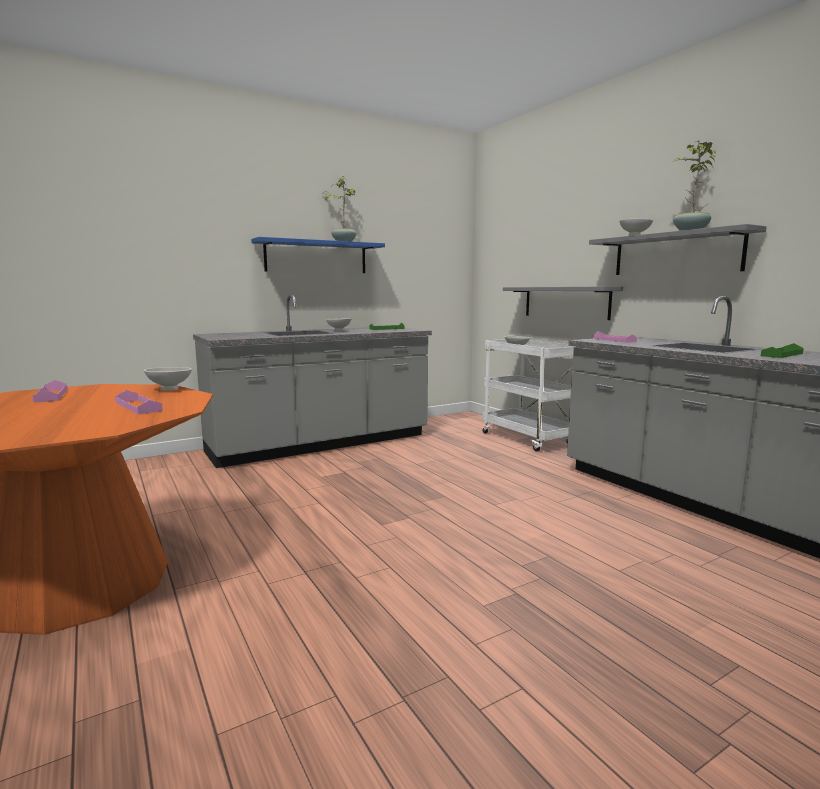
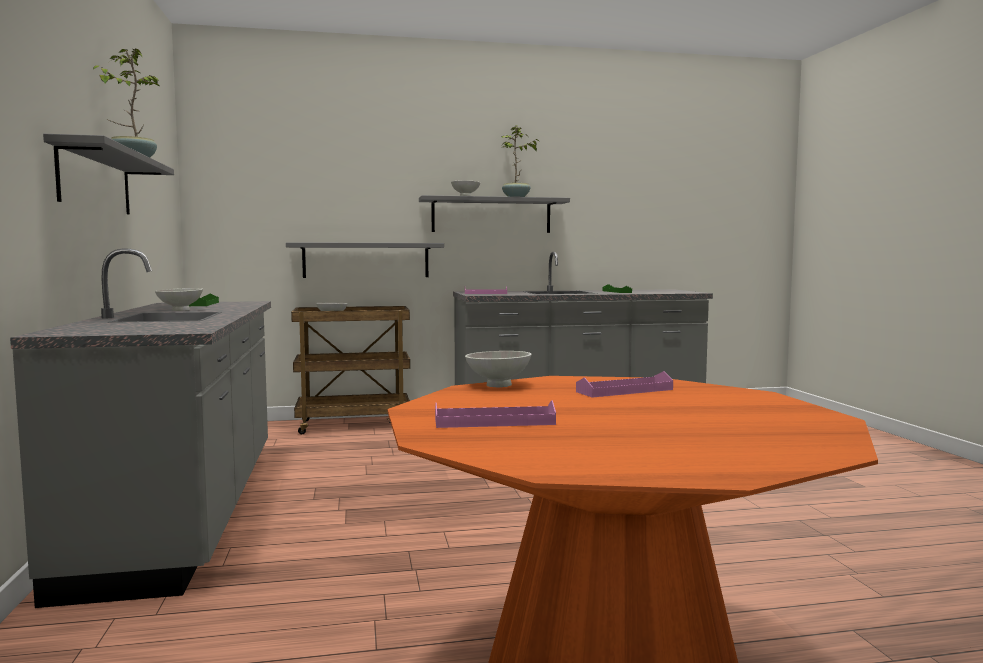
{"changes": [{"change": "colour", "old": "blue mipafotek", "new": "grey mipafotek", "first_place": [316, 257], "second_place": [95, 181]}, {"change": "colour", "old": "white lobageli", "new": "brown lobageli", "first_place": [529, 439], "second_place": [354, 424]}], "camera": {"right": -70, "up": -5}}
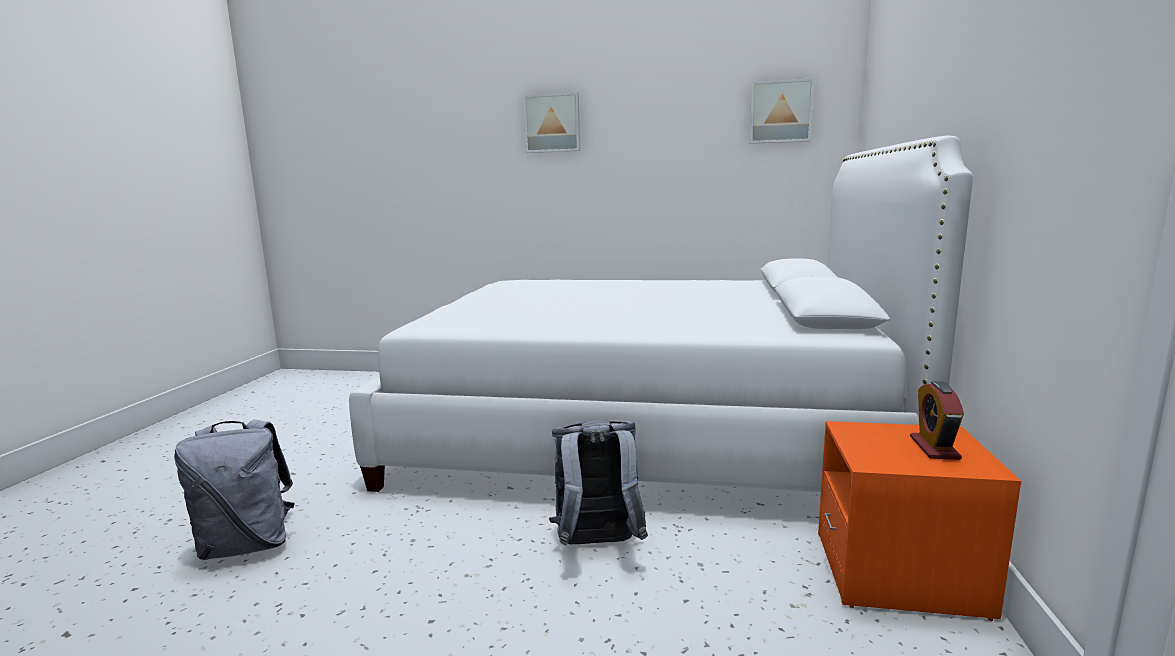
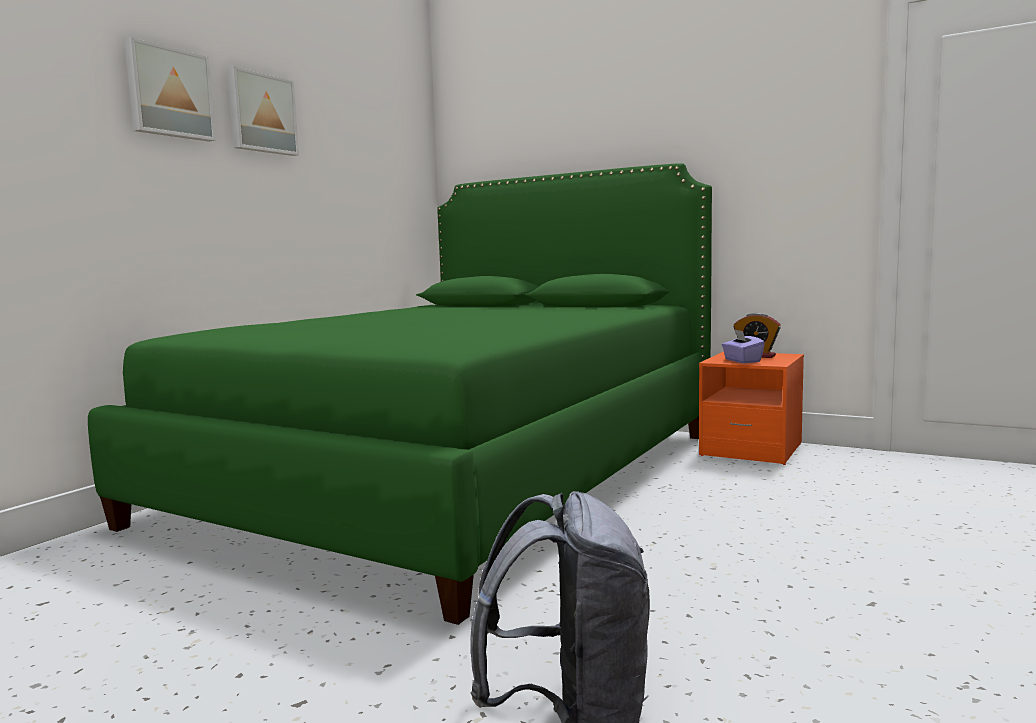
{"changes": [{"change": "colour", "old": "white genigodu", "new": "green genigodu", "first_place": [643, 432], "second_place": [458, 474]}, {"change": "missing", "old": "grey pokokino", "first_place": [597, 546]}, {"change": "relocated", "old": "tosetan", "first_place": [780, 112], "second_place": [261, 114]}, {"change": "appeared", "new": "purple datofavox", "second_place": [742, 361]}], "camera": {"right": -70, "up": -5}}
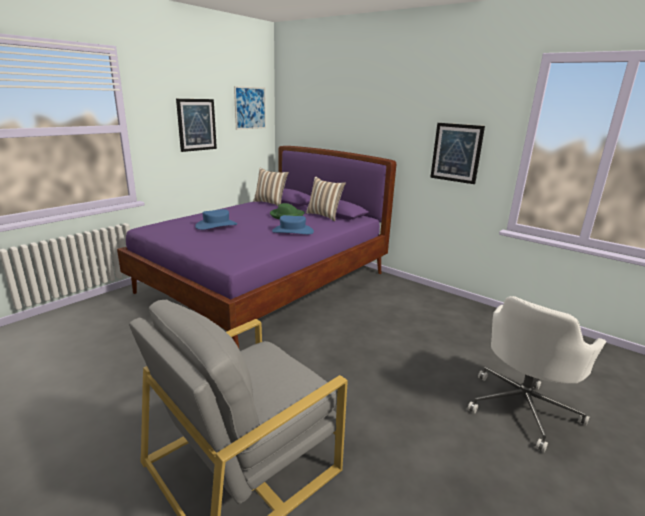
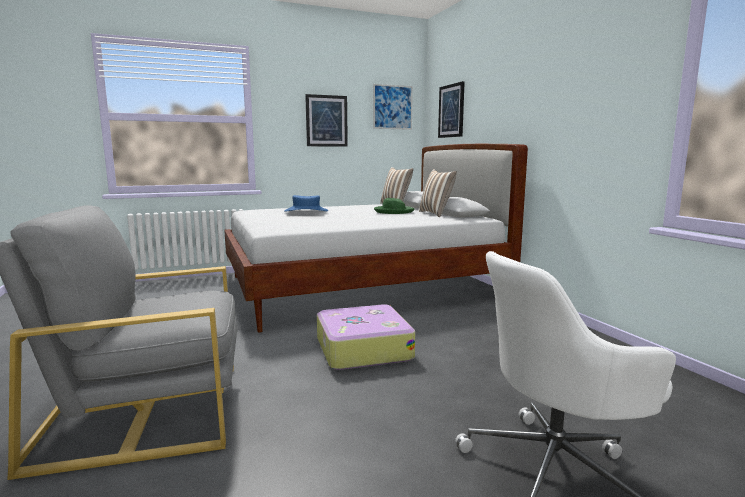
{"changes": [{"change": "colour", "old": "purple genigodu", "new": "white genigodu", "first_place": [266, 283], "second_place": [362, 287]}, {"change": "missing", "old": "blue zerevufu", "first_place": [292, 231]}, {"change": "relocated", "old": "tosetan", "first_place": [456, 153], "second_place": [451, 111]}, {"change": "appeared", "new": "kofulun", "second_place": [362, 349]}], "camera": {"right": 30, "up": -10}}
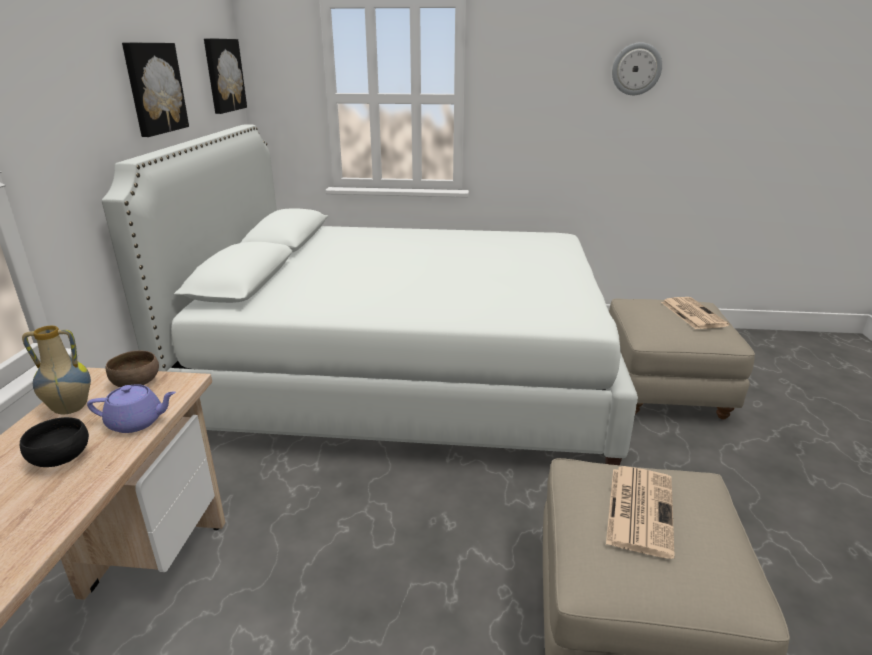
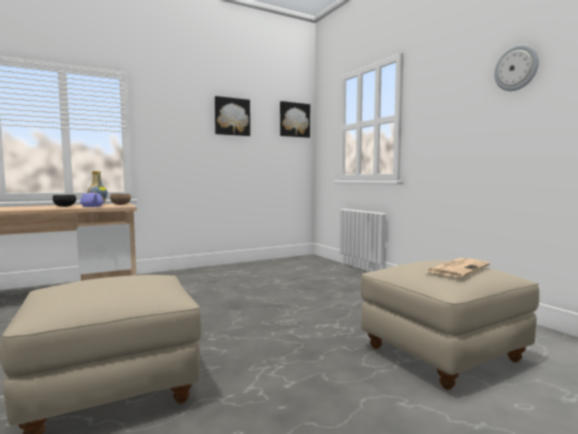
{"changes": [{"change": "missing", "old": "white genigodu", "first_place": [408, 377]}, {"change": "missing", "old": "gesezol", "first_place": [639, 509]}], "camera": {"right": 55, "up": -20}}
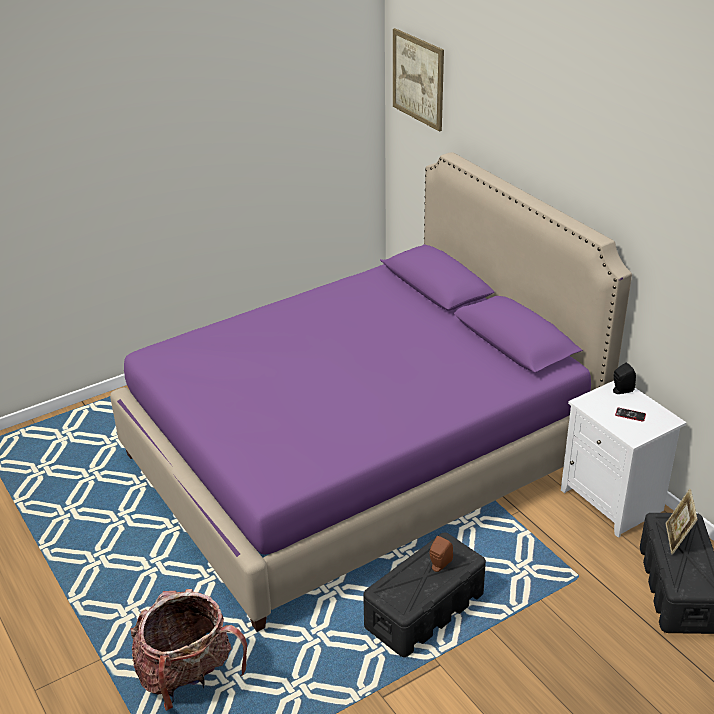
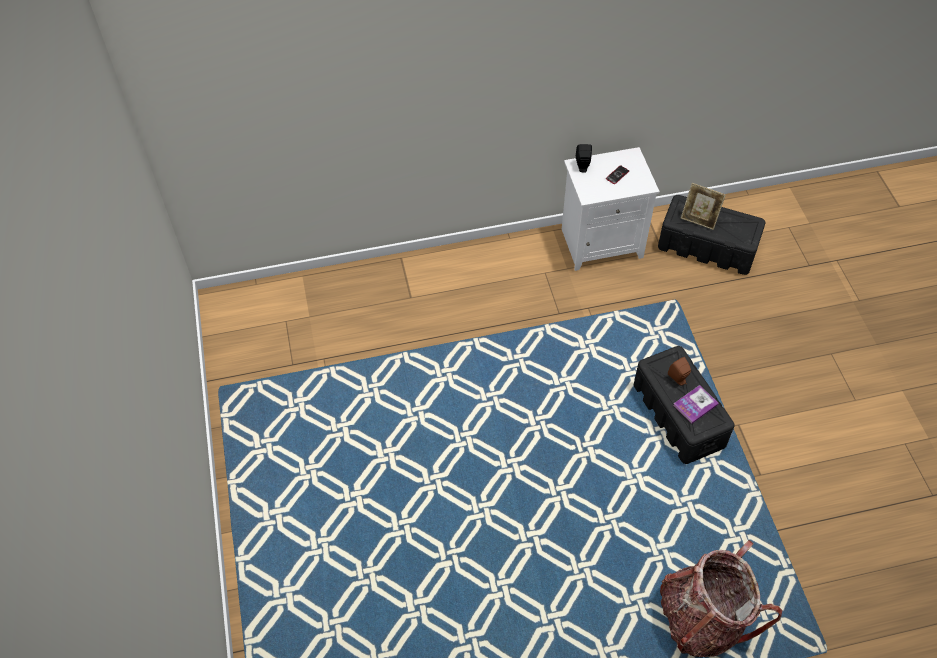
{"changes": [{"change": "missing", "old": "purple genigodu", "first_place": [360, 458]}, {"change": "missing", "old": "tosetan", "first_place": [418, 79]}, {"change": "appeared", "new": "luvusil", "second_place": [695, 405]}], "camera": {"right": -70, "up": 20}}
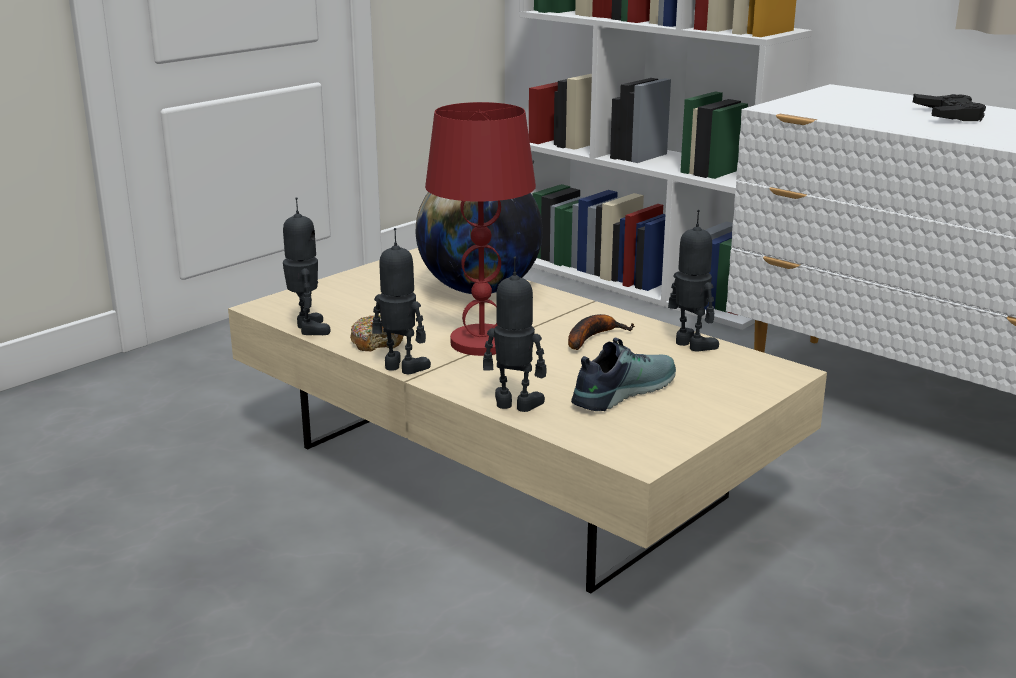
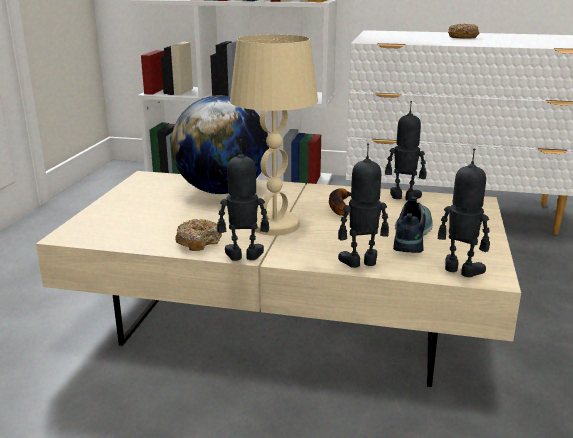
{"changes": [{"change": "relocated", "old": "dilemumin", "first_place": [307, 329], "second_place": [460, 271]}, {"change": "colour", "old": "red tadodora", "new": "beige tadodora", "first_place": [481, 343], "second_place": [274, 225]}, {"change": "exchanged", "old": "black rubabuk", "new": "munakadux", "first_place": [948, 115], "second_place": [463, 37]}], "camera": {"right": -30, "up": 0}}
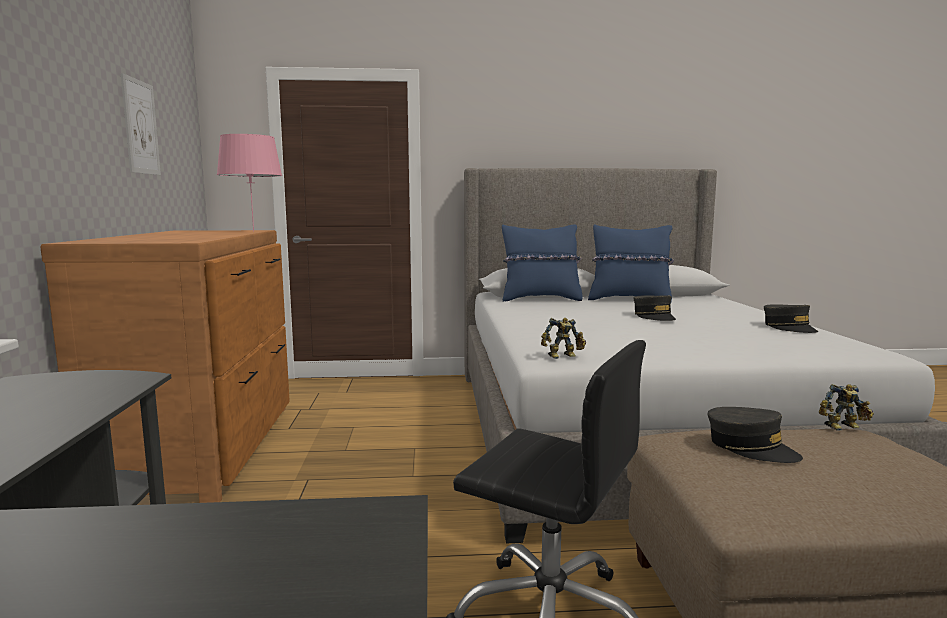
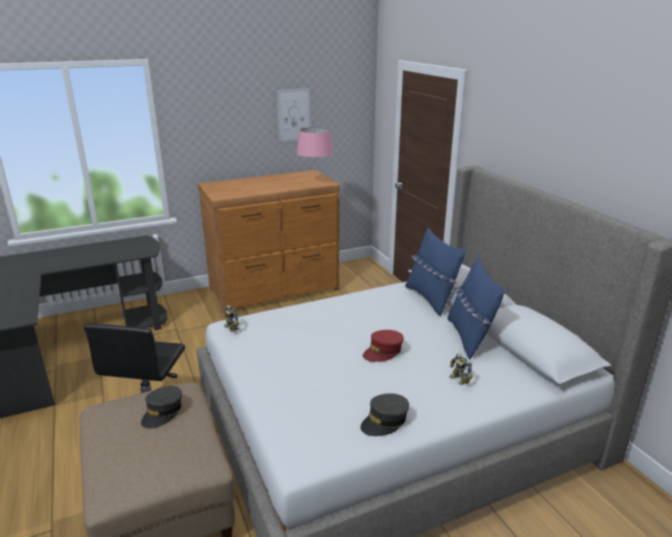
{"changes": [{"change": "colour", "old": "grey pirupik", "new": "red pirupik", "first_place": [654, 316], "second_place": [383, 352]}, {"change": "relocated", "old": "dilemumin", "first_place": [844, 427], "second_place": [458, 380]}], "camera": {"right": 70, "up": 15}}
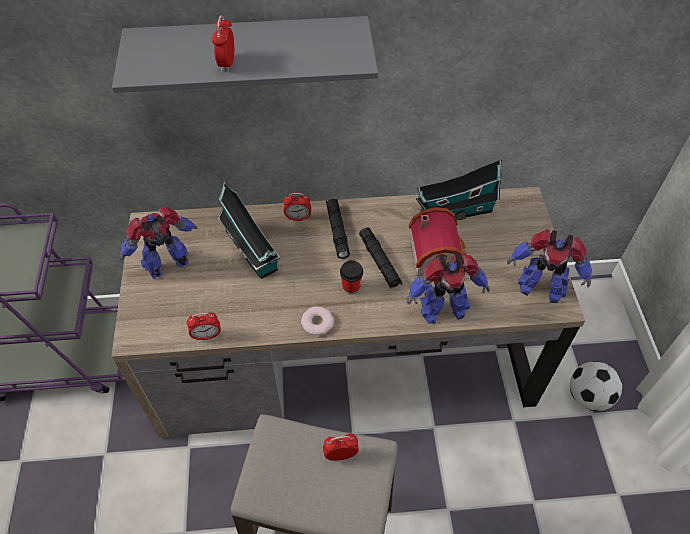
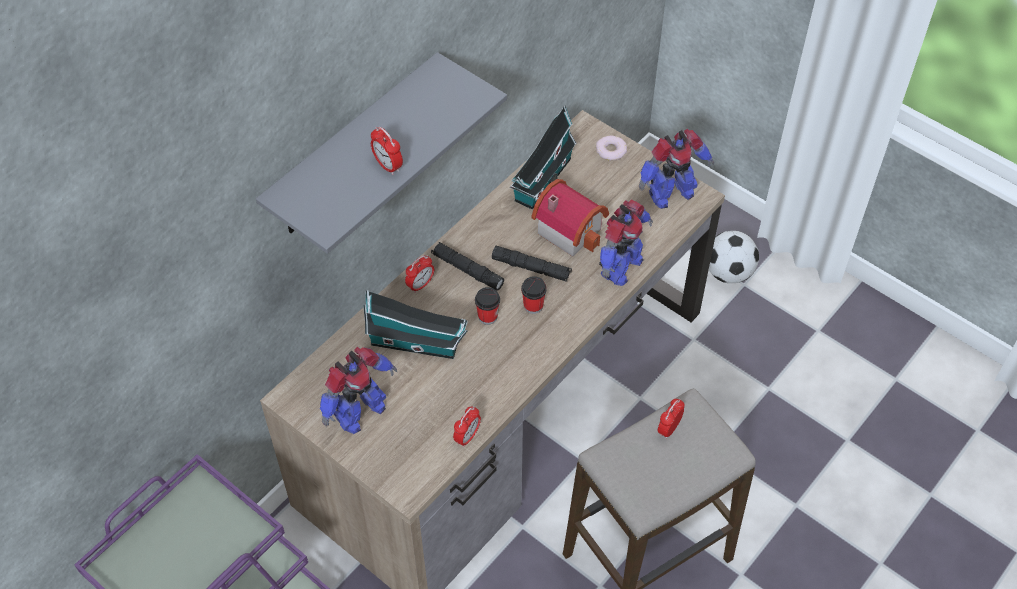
{"changes": [{"change": "spun", "old": "dilemumin", "first_place": [168, 265], "second_place": [359, 412], "degrees": -150}, {"change": "relocated", "old": "munakadux", "first_place": [317, 322], "second_place": [611, 150]}, {"change": "appeared", "new": "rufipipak", "second_place": [487, 316]}], "camera": {"right": -45, "up": 0}}
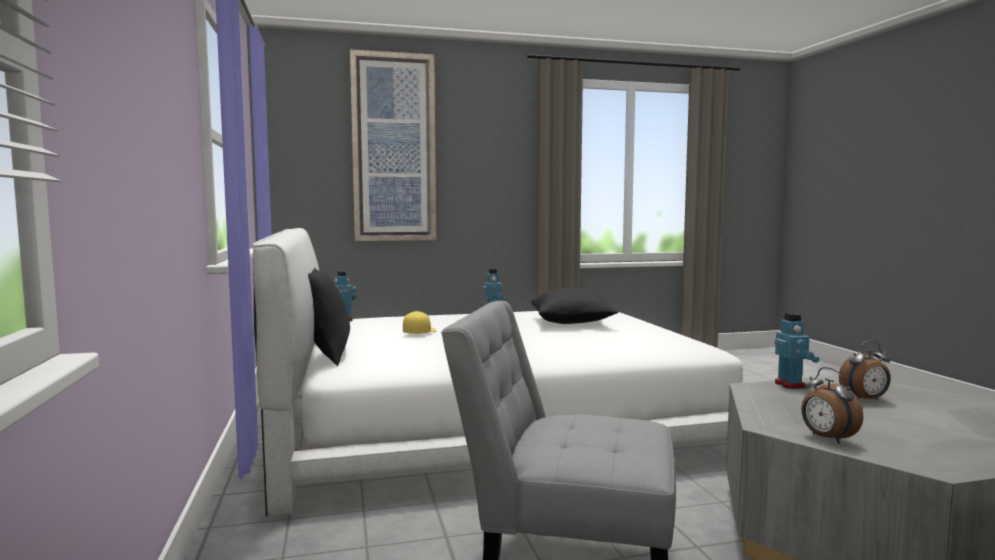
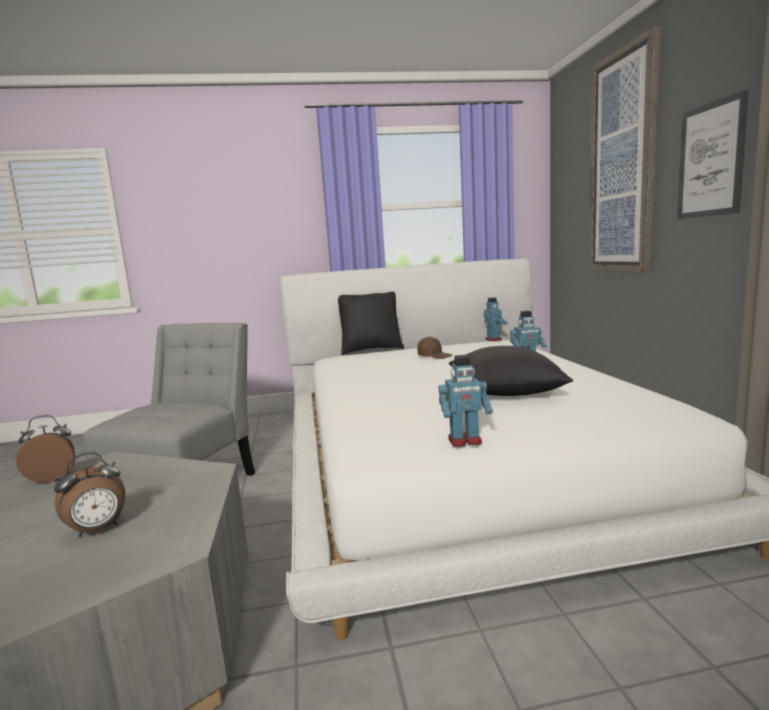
{"changes": [{"change": "colour", "old": "yellow pirupik", "new": "brown pirupik", "first_place": [419, 333], "second_place": [434, 356]}, {"change": "relocated", "old": "dilemumin", "first_place": [790, 385], "second_place": [465, 441]}, {"change": "spun", "old": "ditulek", "first_place": [865, 399], "second_place": [98, 530], "degrees": -120}, {"change": "appeared", "new": "tosetan", "second_place": [710, 160]}], "camera": {"right": 95, "up": 5}}
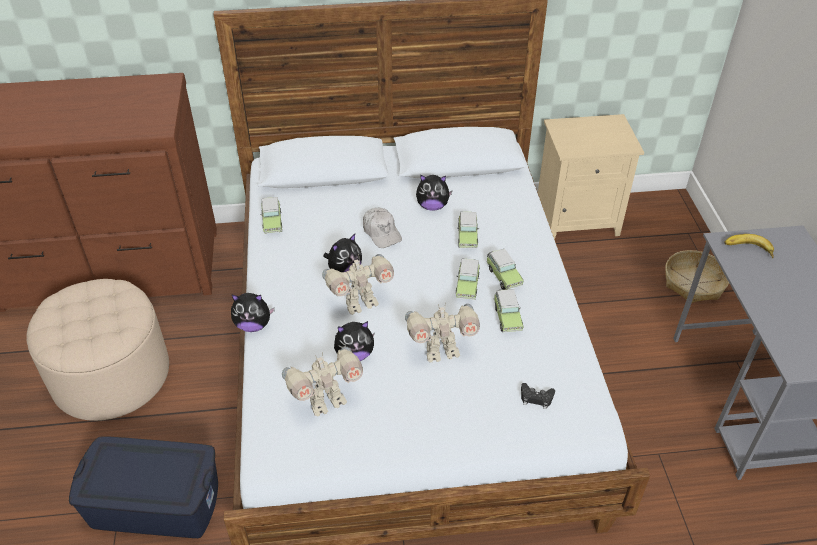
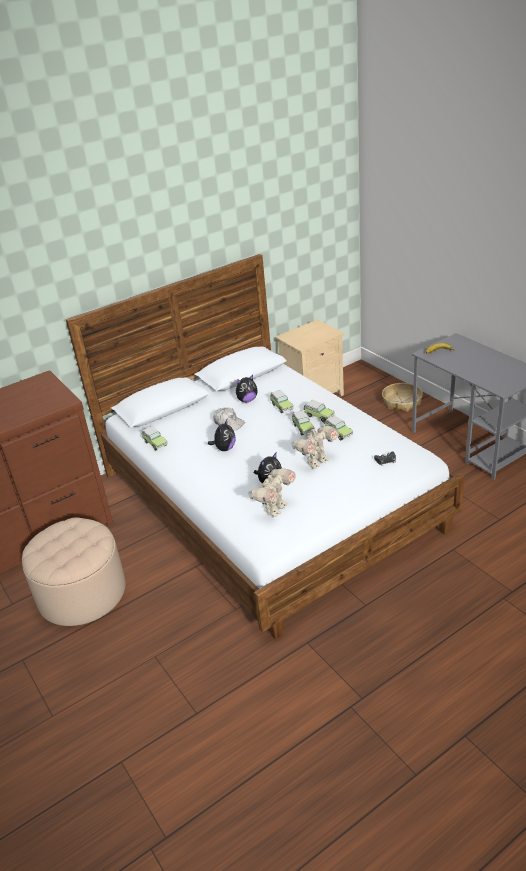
{"changes": [{"change": "missing", "old": "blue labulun", "first_place": [155, 503]}, {"change": "missing", "old": "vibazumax", "first_place": [253, 325]}, {"change": "missing", "old": "dilemumin", "first_place": [360, 303]}], "camera": {"right": -25, "up": -10}}
